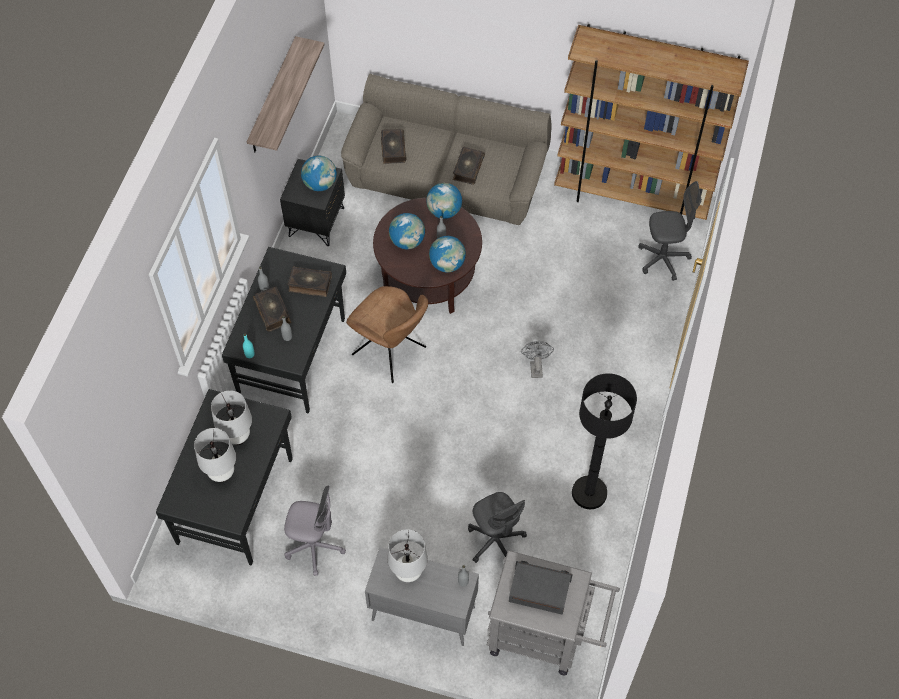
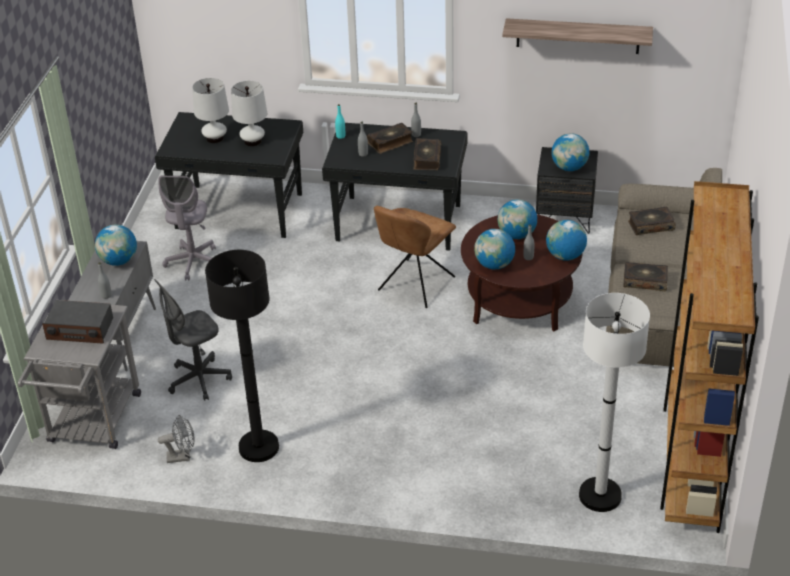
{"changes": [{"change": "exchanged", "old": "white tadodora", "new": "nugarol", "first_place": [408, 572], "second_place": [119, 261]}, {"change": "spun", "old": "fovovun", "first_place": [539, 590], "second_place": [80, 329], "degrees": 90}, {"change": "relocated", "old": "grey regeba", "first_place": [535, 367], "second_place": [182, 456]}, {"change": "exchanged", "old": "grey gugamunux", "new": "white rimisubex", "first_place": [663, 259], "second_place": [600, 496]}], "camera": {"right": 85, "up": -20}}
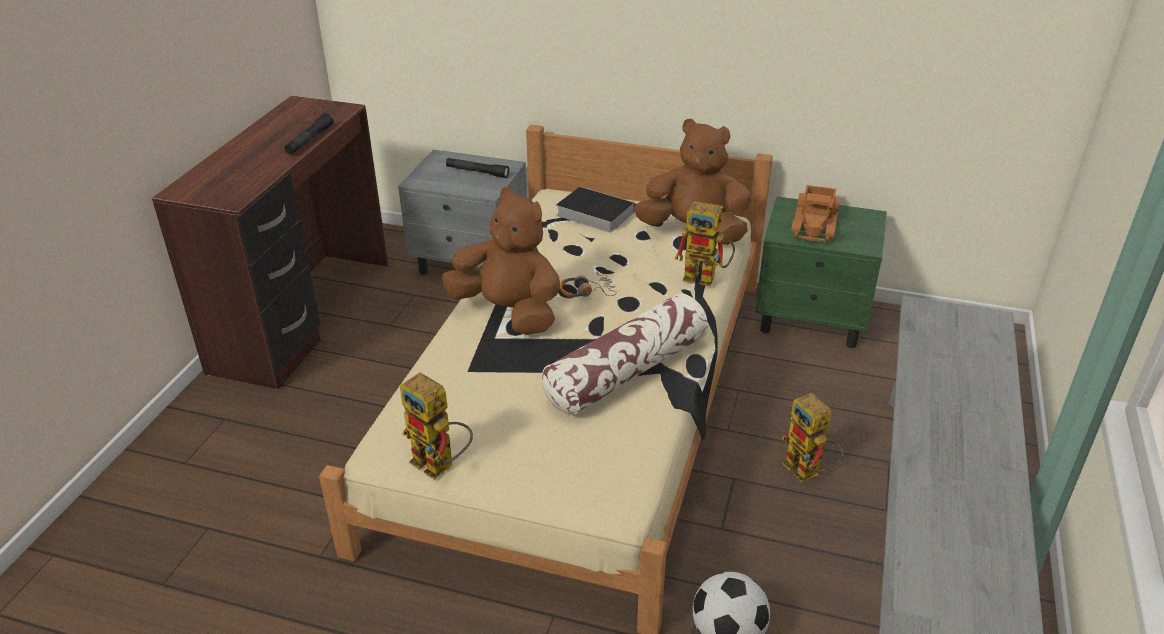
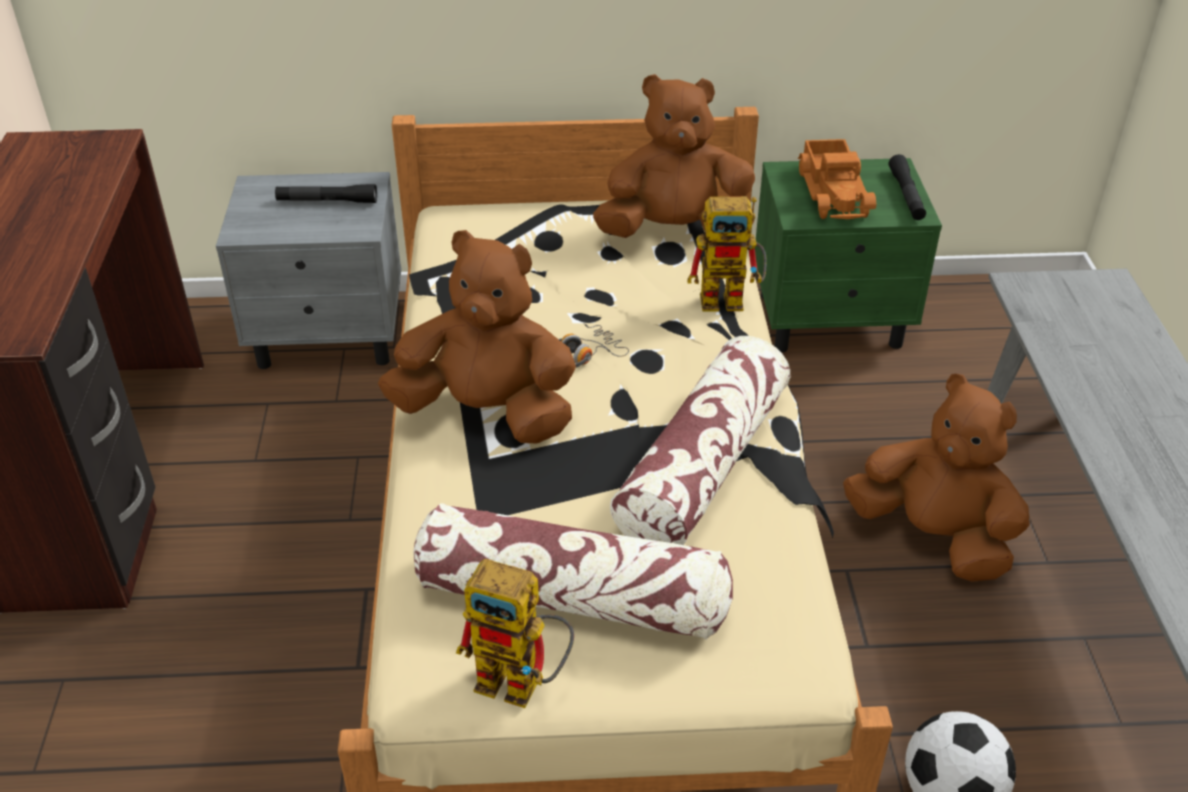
{"changes": [{"change": "relocated", "old": "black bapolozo", "first_place": [310, 140], "second_place": [906, 195]}, {"change": "missing", "old": "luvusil", "first_place": [592, 213]}, {"change": "exchanged", "old": "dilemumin", "new": "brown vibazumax", "first_place": [808, 472], "second_place": [933, 536]}, {"change": "appeared", "new": "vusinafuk", "second_place": [572, 597]}], "camera": {"right": -20, "up": 5}}
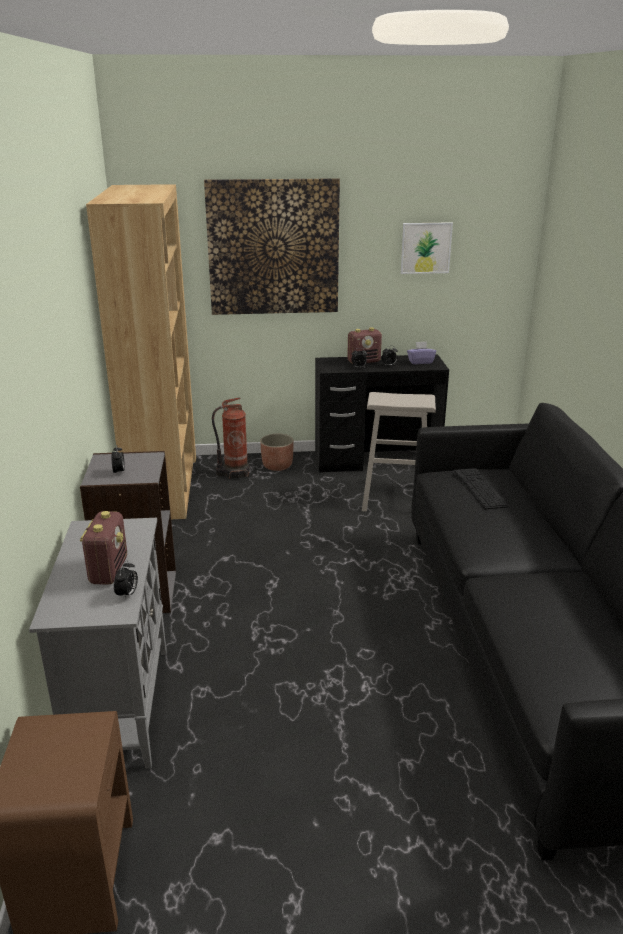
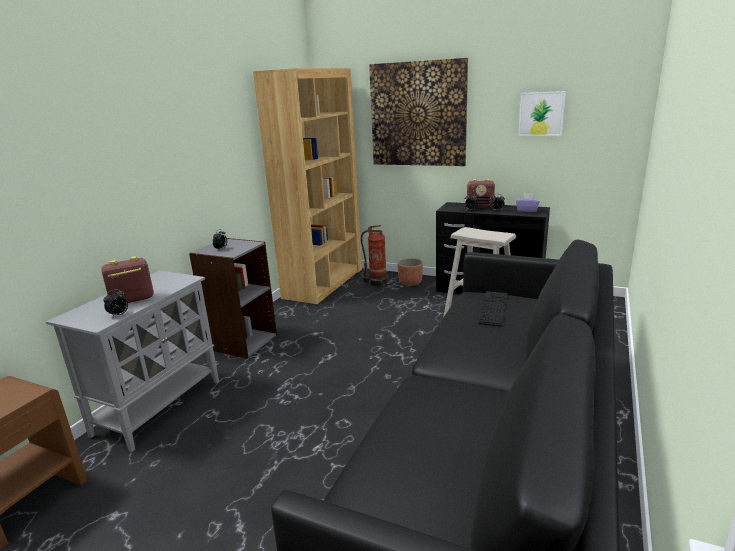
{"changes": [{"change": "spun", "old": "fovovun", "first_place": [108, 570], "second_place": [132, 300], "degrees": -150}], "camera": {"right": 30, "up": -5}}
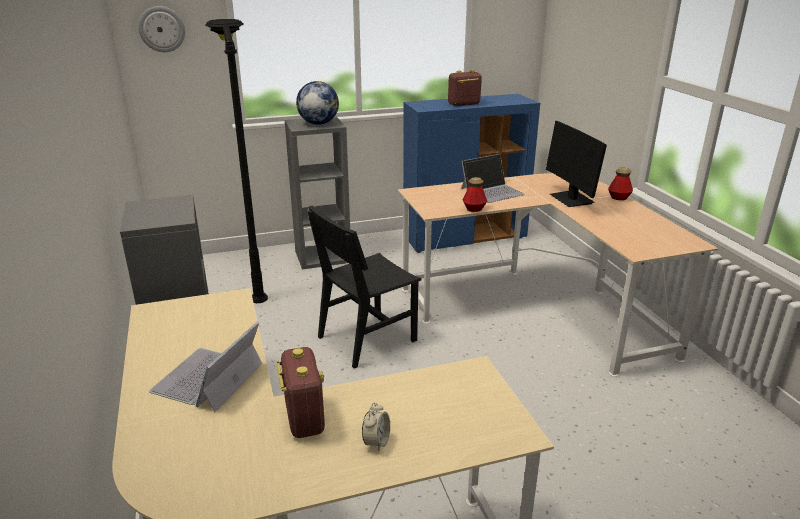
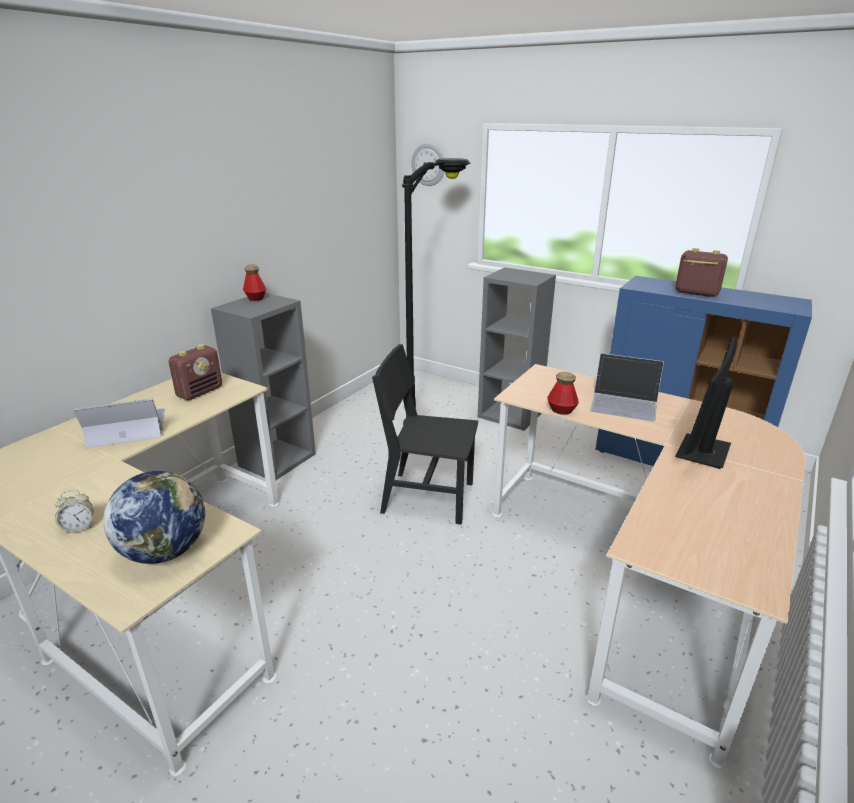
{"changes": [{"change": "relocated", "old": "fovovun", "first_place": [304, 417], "second_place": [200, 392]}, {"change": "relocated", "old": "nugarol", "first_place": [318, 123], "second_place": [165, 551]}, {"change": "relocated", "old": "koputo", "first_place": [619, 198], "second_place": [256, 298]}], "camera": {"right": 50, "up": 0}}
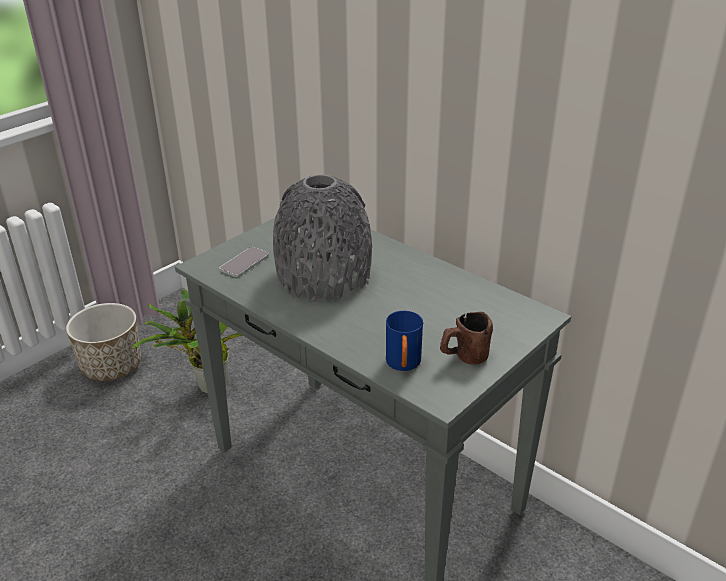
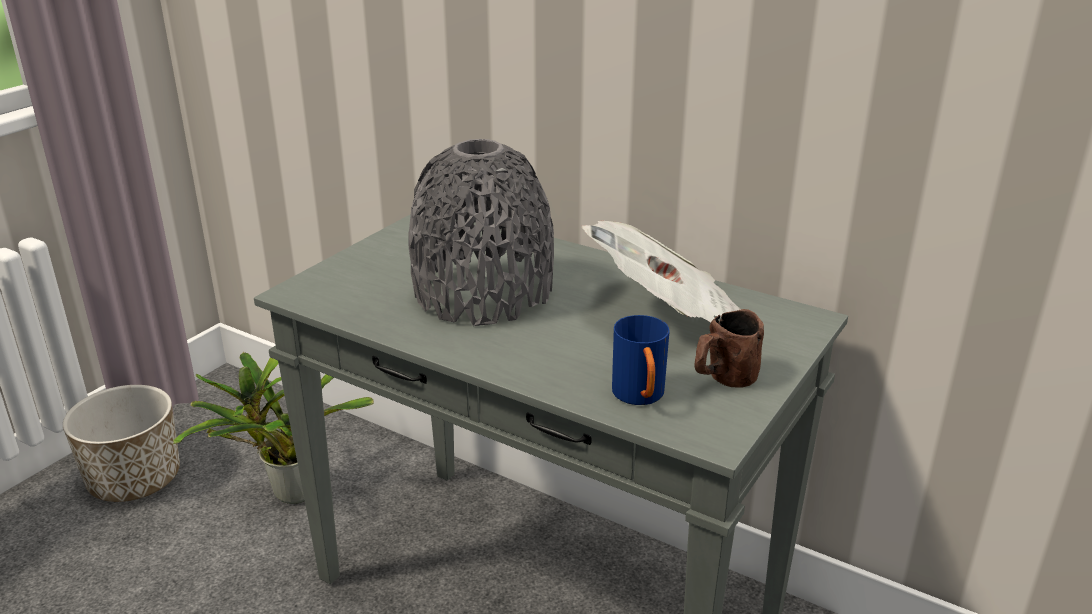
{"changes": [{"change": "missing", "old": "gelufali", "first_place": [244, 263]}, {"change": "appeared", "new": "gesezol", "second_place": [669, 315]}], "camera": {"right": -10, "up": -5}}
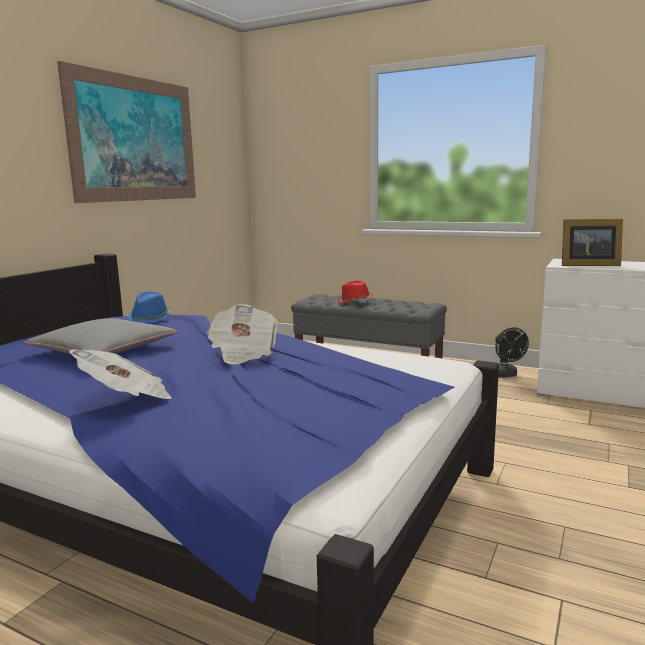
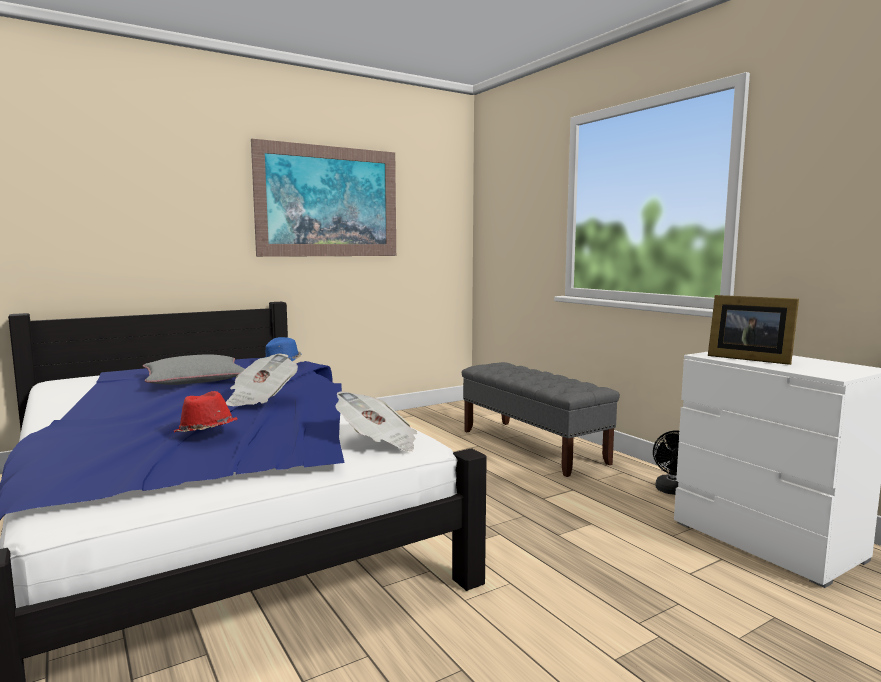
{"changes": [{"change": "relocated", "old": "gesezol", "first_place": [126, 397], "second_place": [378, 443]}, {"change": "relocated", "old": "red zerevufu", "first_place": [354, 301], "second_place": [206, 432]}], "camera": {"right": 30, "up": -5}}
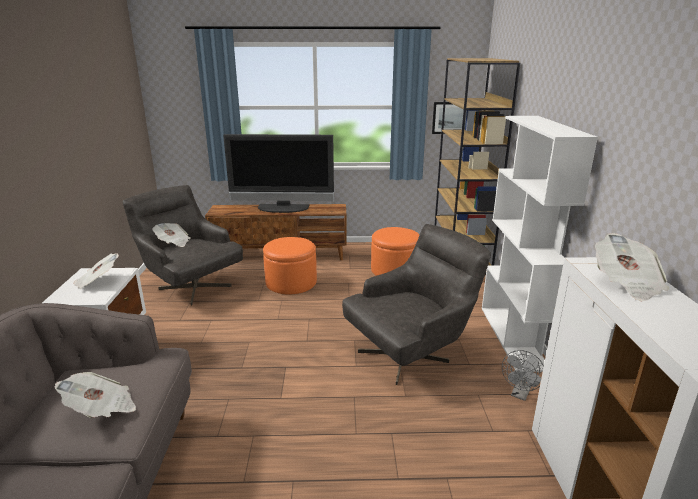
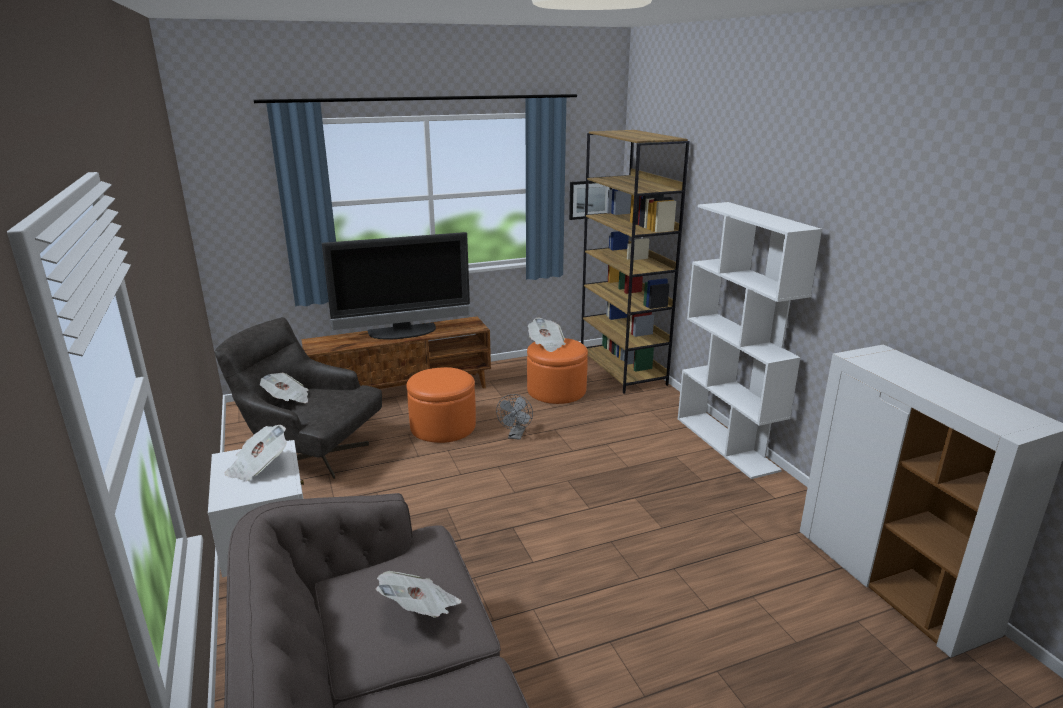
{"changes": [{"change": "missing", "old": "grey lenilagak", "first_place": [412, 353]}, {"change": "relocated", "old": "grey regeba", "first_place": [520, 394], "second_place": [516, 436]}, {"change": "relocated", "old": "gesezol", "first_place": [626, 284], "second_place": [546, 344]}], "camera": {"right": -20, "up": 0}}
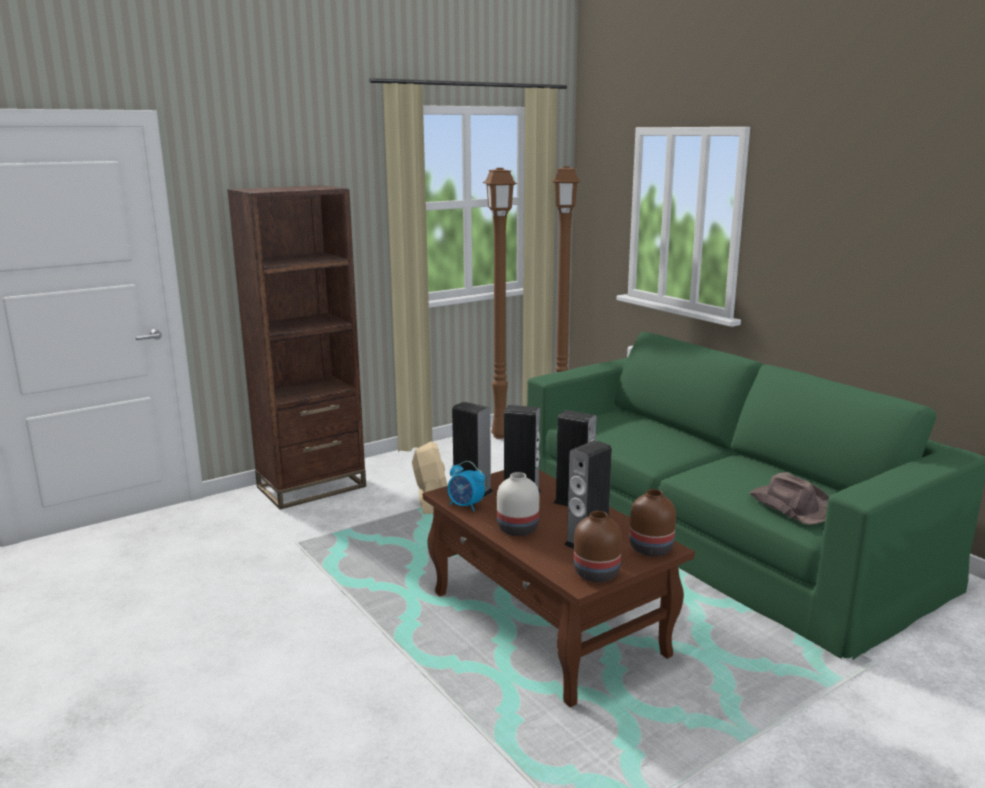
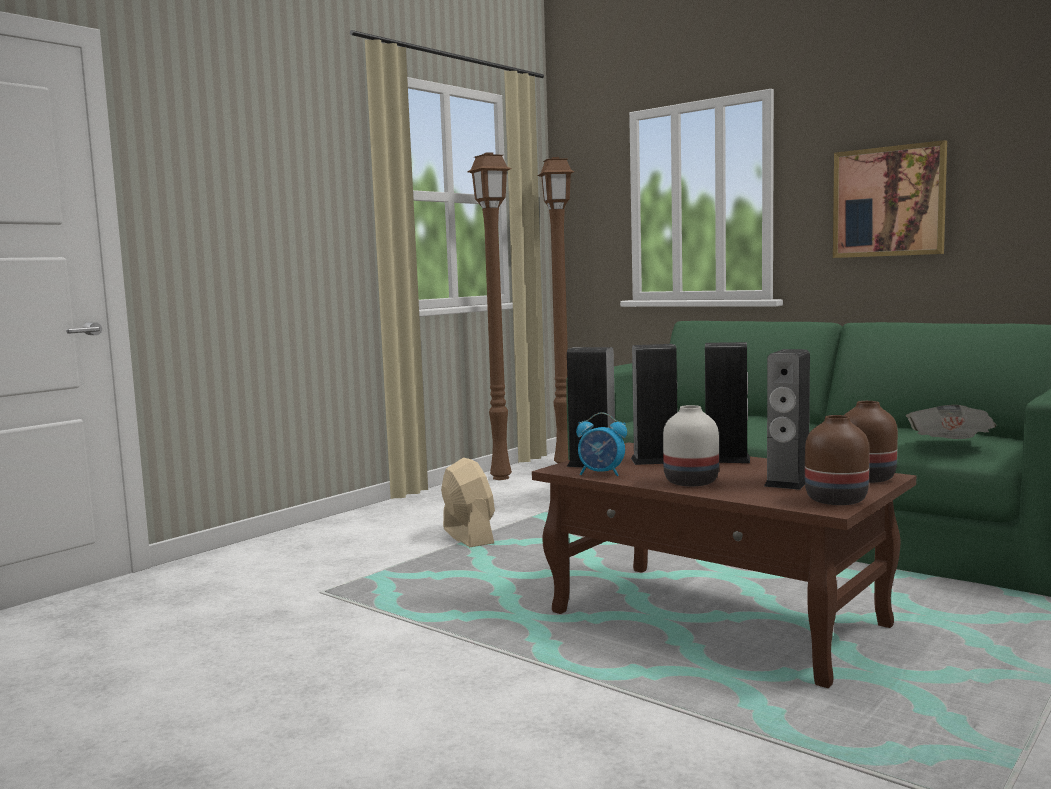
{"changes": [{"change": "missing", "old": "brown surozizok", "first_place": [311, 487]}, {"change": "exchanged", "old": "brown zerevufu", "new": "gesezol", "first_place": [791, 505], "second_place": [950, 446]}, {"change": "appeared", "new": "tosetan", "second_place": [888, 202]}], "camera": {"right": -15, "up": -10}}
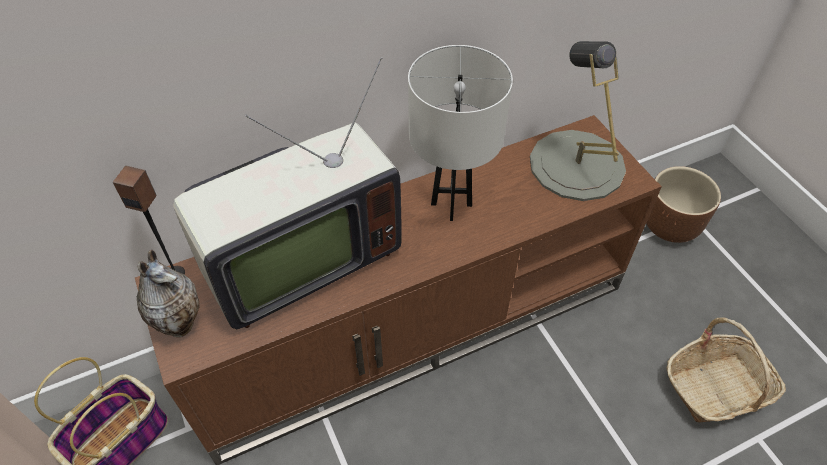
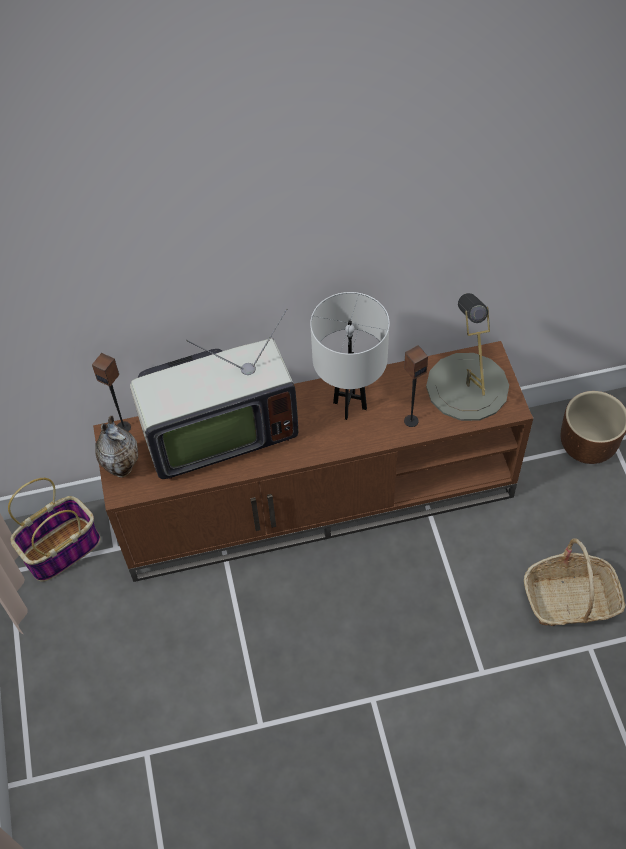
{"changes": [{"change": "appeared", "new": "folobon", "second_place": [411, 420]}], "camera": {"right": 15, "up": 5}}
